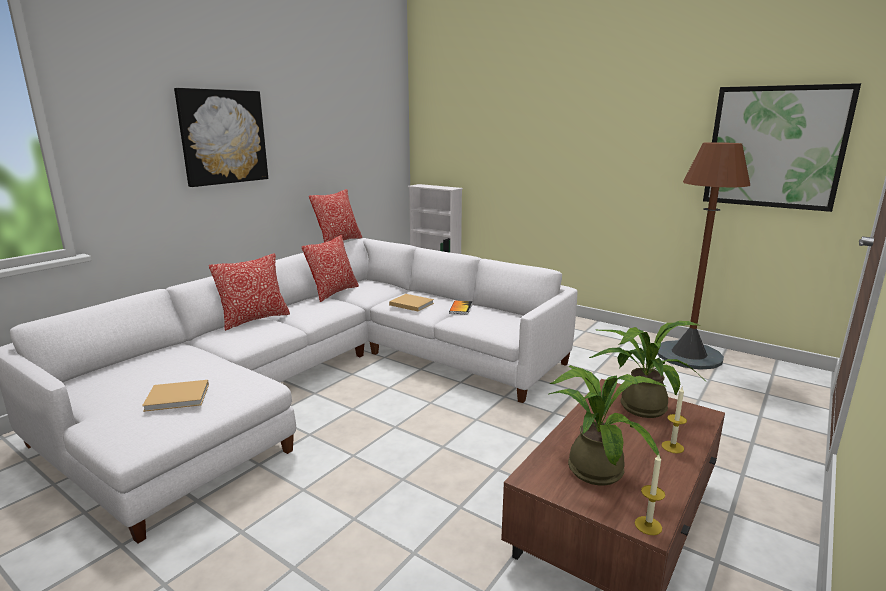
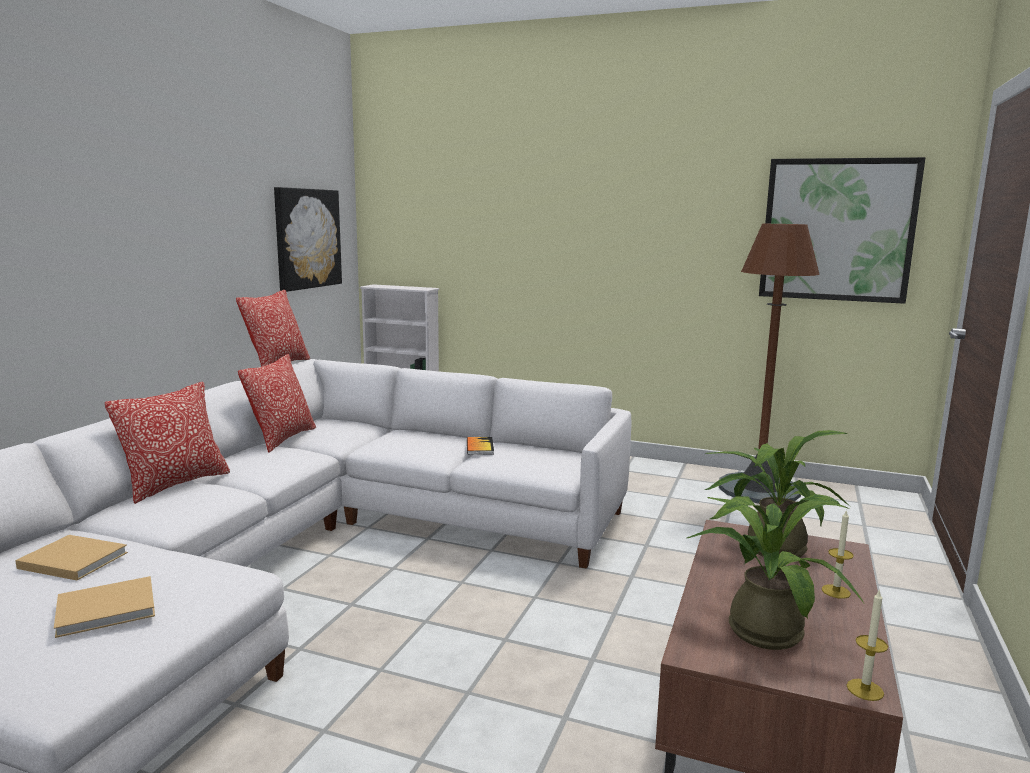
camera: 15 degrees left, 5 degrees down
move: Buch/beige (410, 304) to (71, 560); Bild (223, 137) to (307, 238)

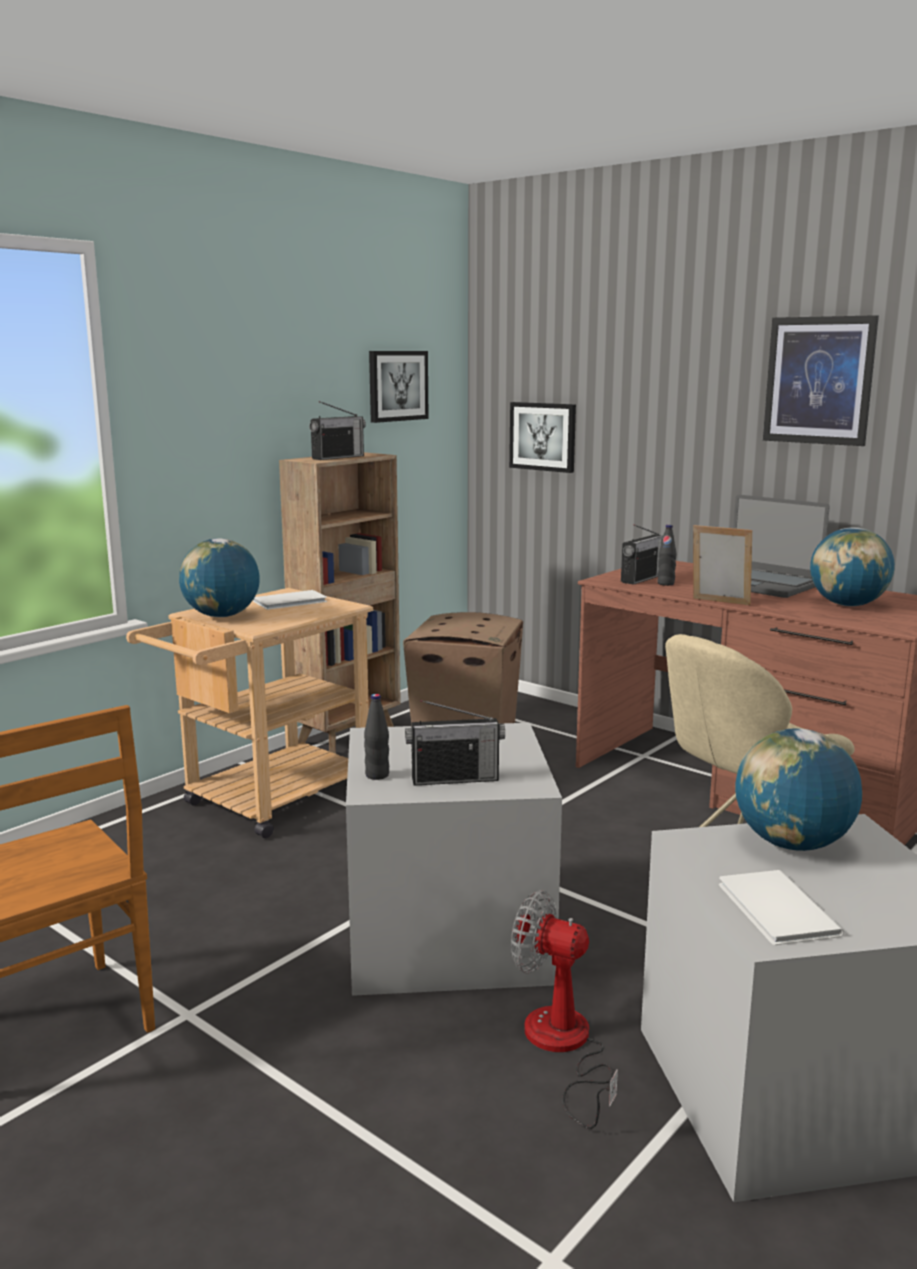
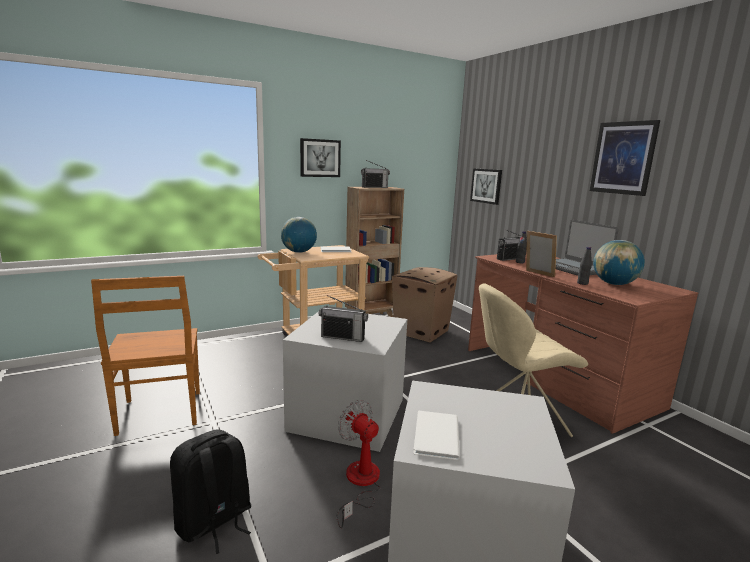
camera: 20 degrees right, 0 degrees up
delete: Globus (792, 843)
insert: Rucksack/schwarz (214, 522)
move: Bild (397, 386) to (320, 158); Flasche/schwarz (377, 775) to (582, 283)

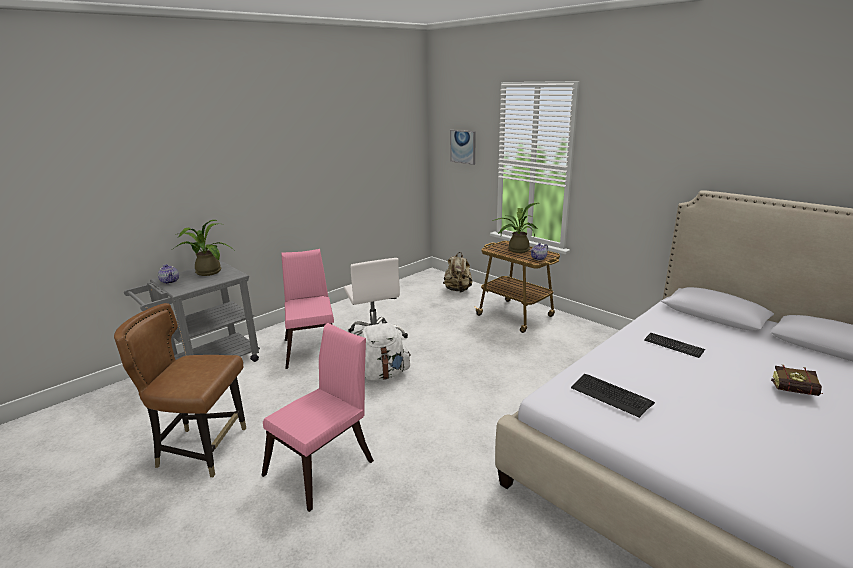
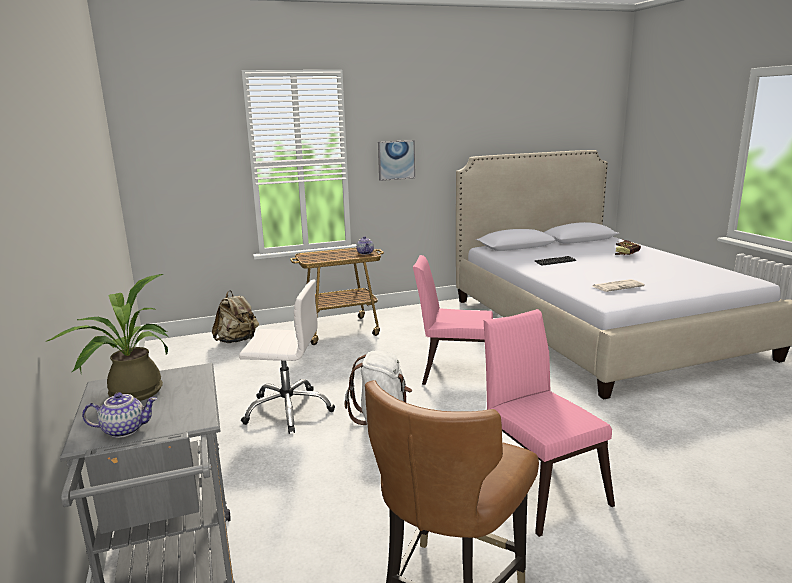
camera: 65 degrees left, 5 degrees down
delete: Topfpflanze (515, 250)
move: Bild (463, 146) to (396, 160); Stuhl/rosa (312, 347) to (455, 373)
replace: Tastatur (611, 395) to Zeitung (617, 286)

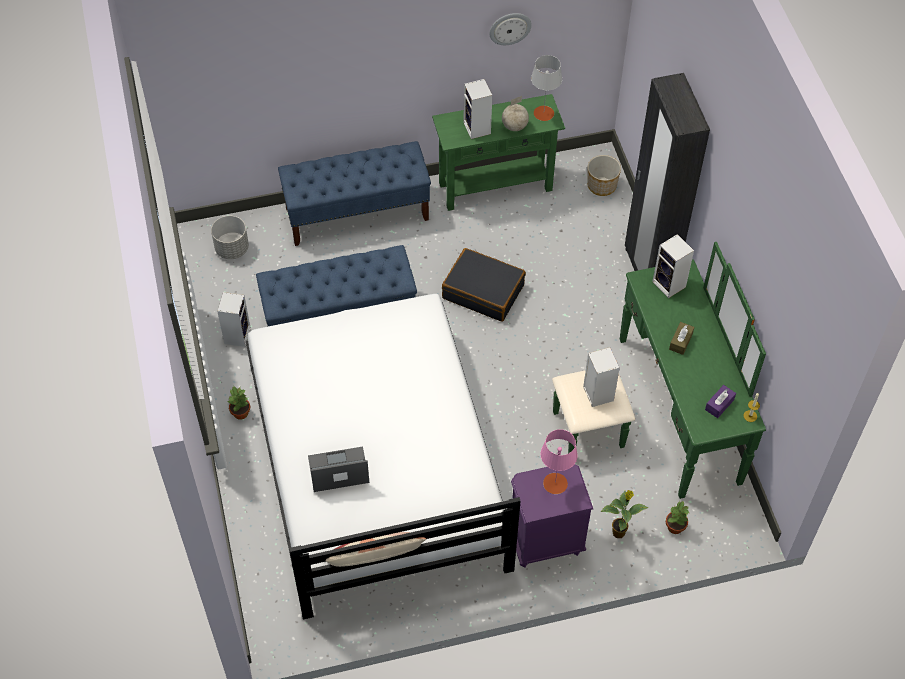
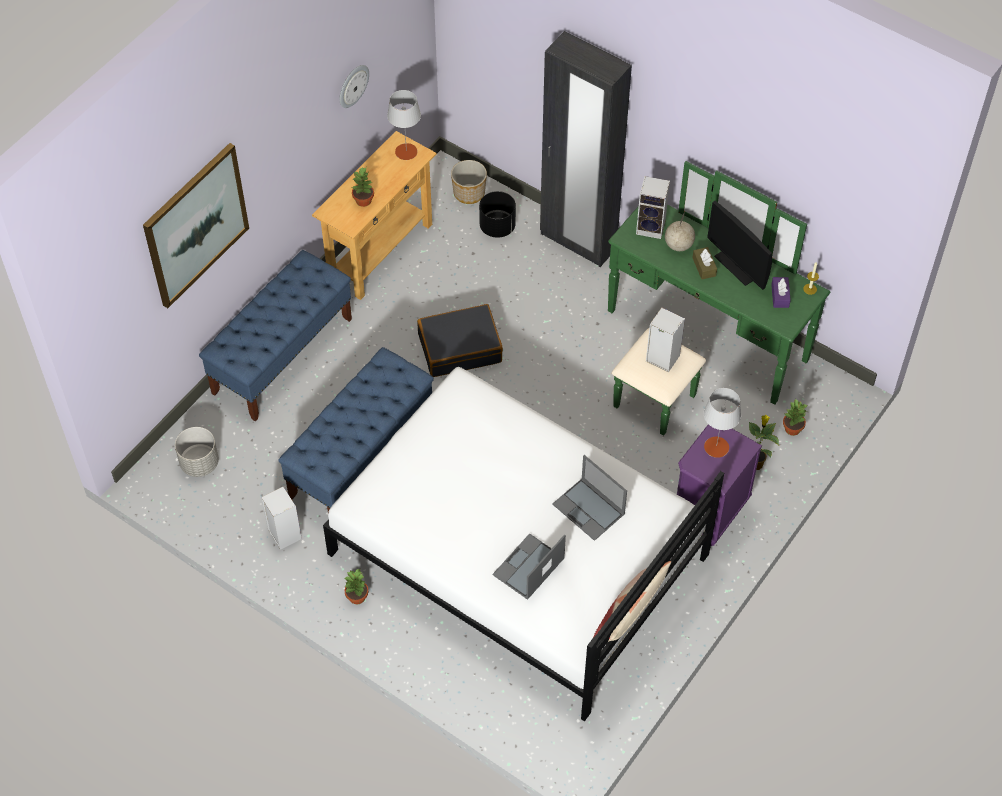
camera: 40 degrees left, 0 degrees up
insert: Bild (195, 225); Pflanzkübel/schwarz (497, 227); Laptop (589, 509); Monitor (737, 265)
move: Globus (515, 126) to (679, 245)
replace: Lautsprecher (478, 129) to Topfpflanze (364, 200)
recolor: Konsolentisch/grün (495, 186) to Konsolentisch/beige (380, 252); Tischlampe/rosa (555, 483) to Tischlampe/grau (716, 447)

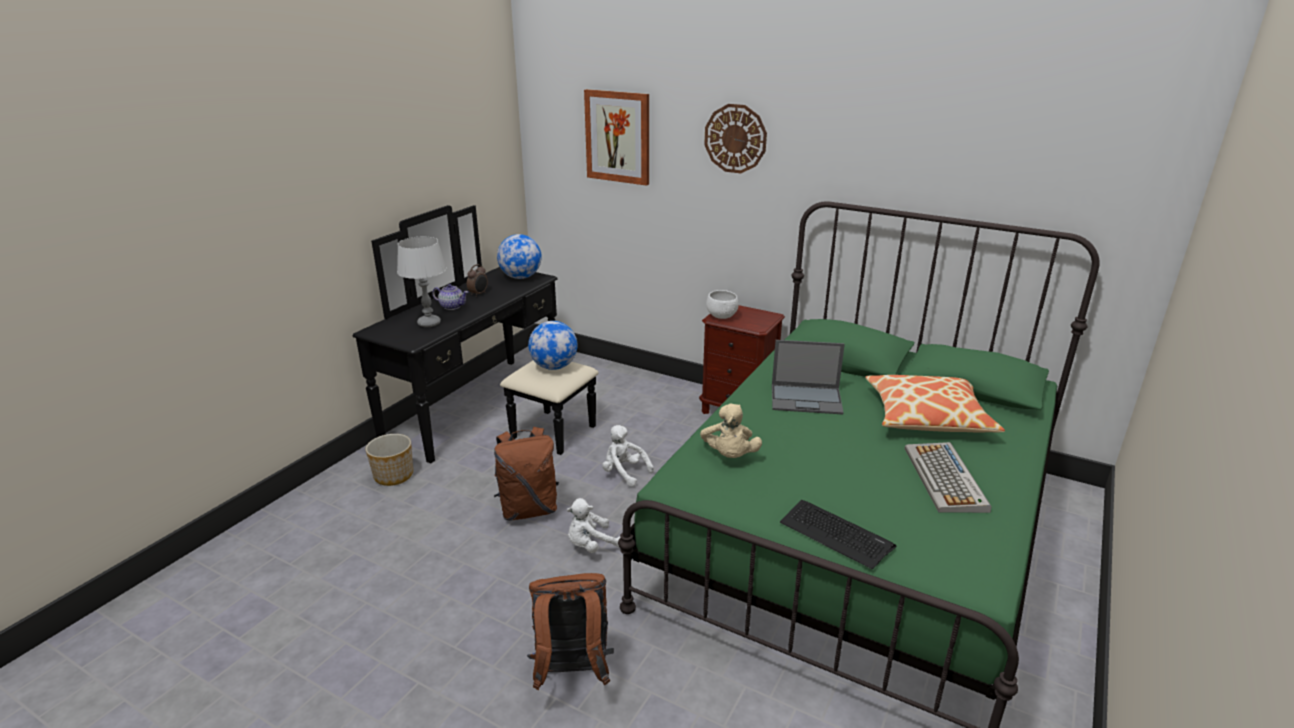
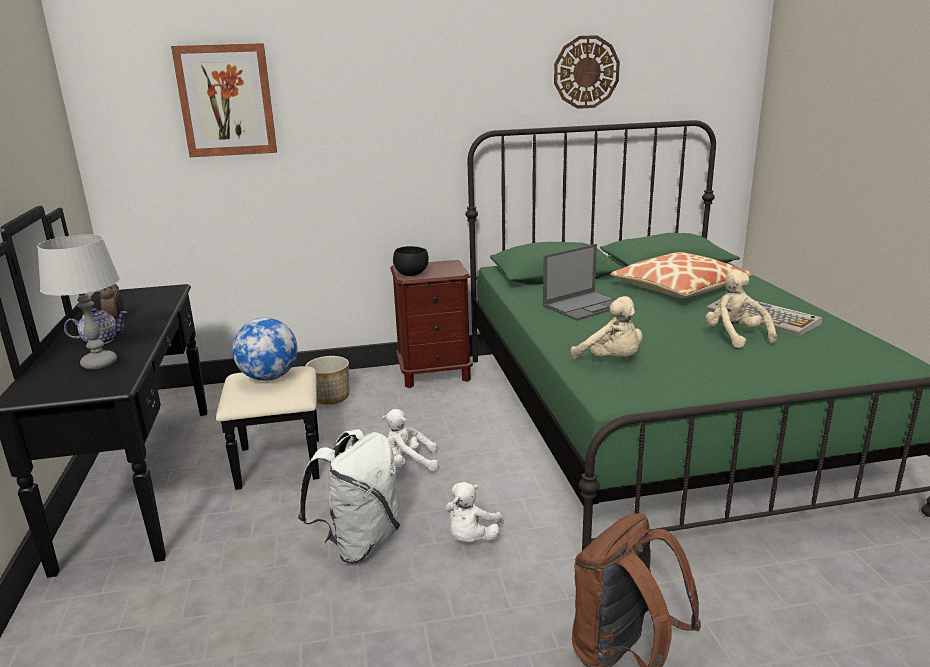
camera: 40 degrees left, 5 degrees down
delete: Globus (520, 277); Tastatur (836, 534)
insert: Plüschtier/beige (735, 336)
move: Pflanzkübel (394, 475) to (330, 396); Wanduhr (735, 138) to (586, 72)
recolor: Rucksack/braun (528, 509) to Rucksack/weiß (359, 542); Schüssel/weiß (722, 317) to Schüssel/schwarz (412, 274)

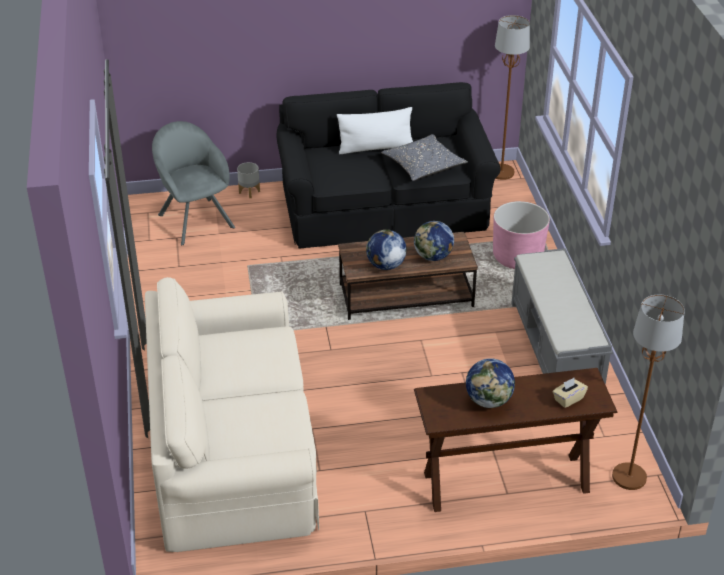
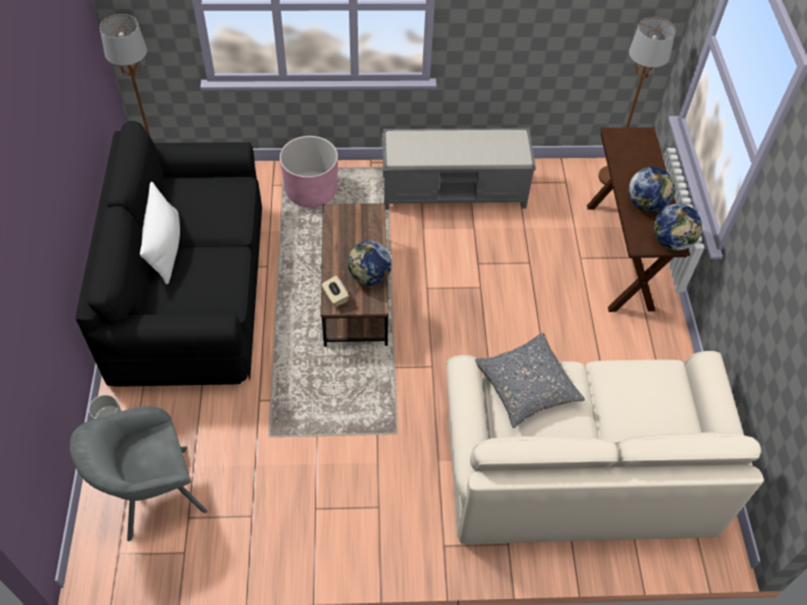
camera: 85 degrees left, 15 degrees up
move: Taschentuchbox/beige (568, 399) to (335, 297); Kissen/grau (423, 166) to (526, 386); Globus (433, 256) to (672, 241)

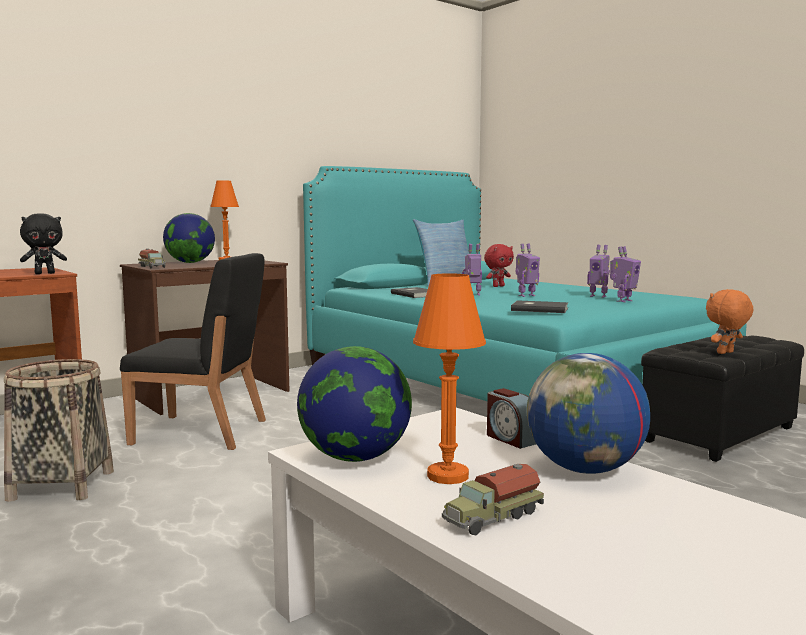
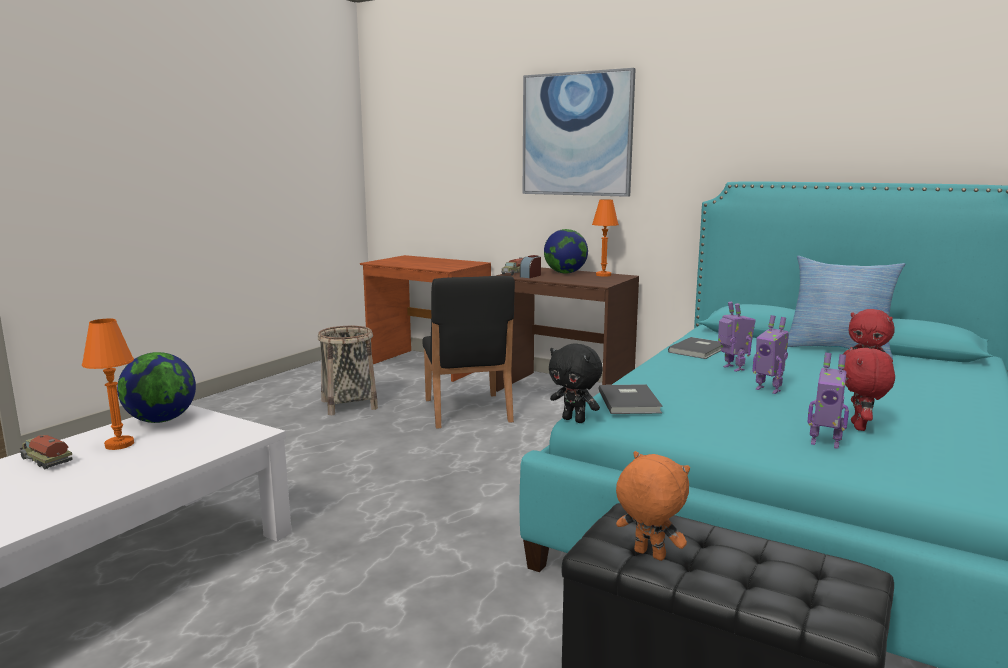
camera: 70 degrees right, 5 degrees up
delete: Globus (585, 469)
insert: Bild (576, 134)
move: Wecker (511, 439) to (530, 276); Plüschtier/schwarz (45, 273) to (574, 420)
replace: Spielzeugroboter (598, 296) to Plüschtier/rot (860, 427)

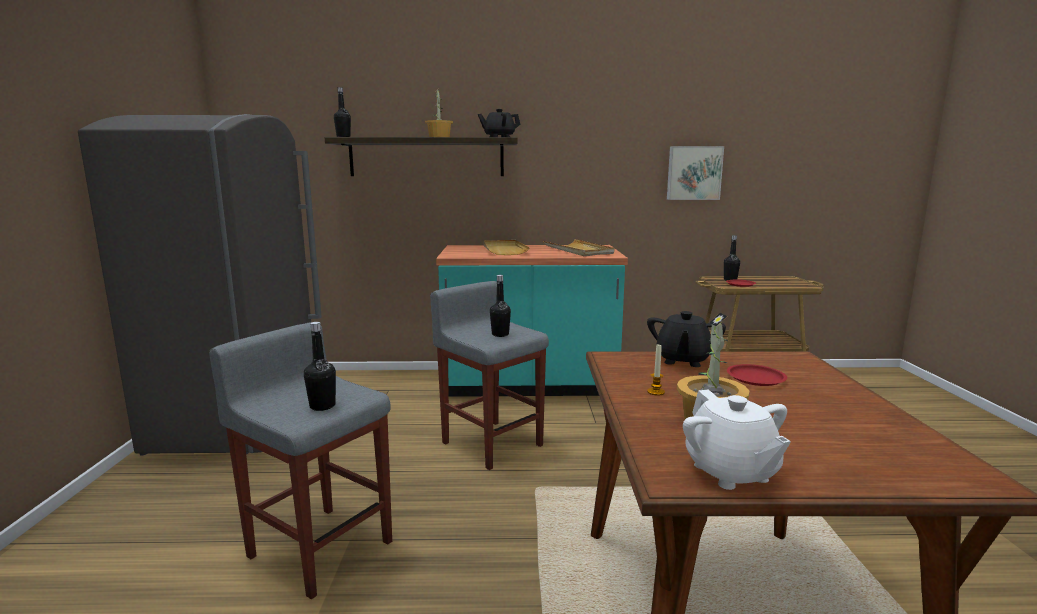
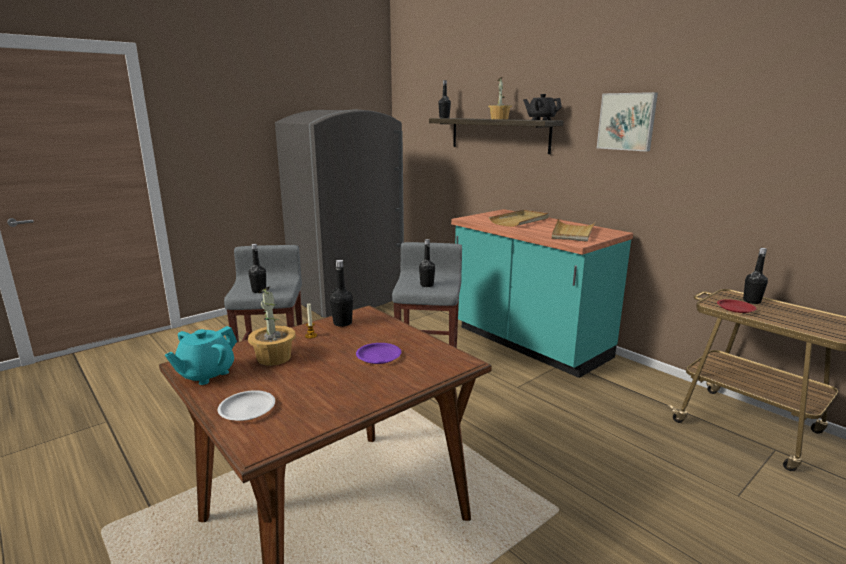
camera: 50 degrees right, 5 degrees up
delete: Teekanne/schwarz (682, 360)
insert: Teller/weiß (247, 409); Flasche/schwarz (342, 323)
move: Bild (694, 173) to (627, 121)
recolor: Teekanne/weiß (730, 472) to Teekanne/türkis (206, 374); Teller/rot (755, 378) to Teller/lila (378, 356)

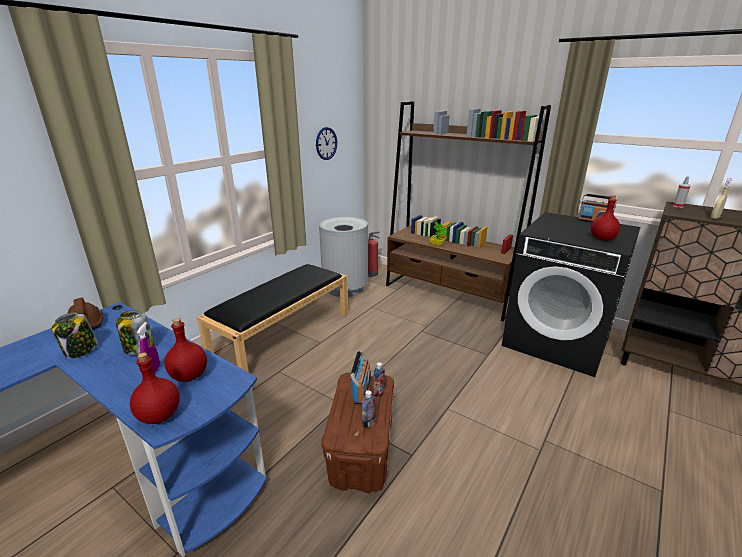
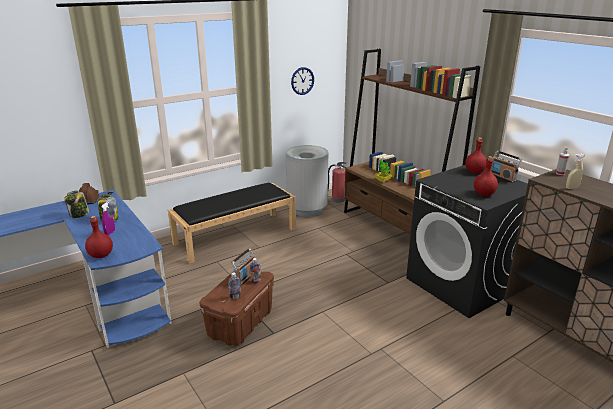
camera: 20 degrees right, 0 degrees up
move: Flasche/rot (189, 376) to (475, 172)

